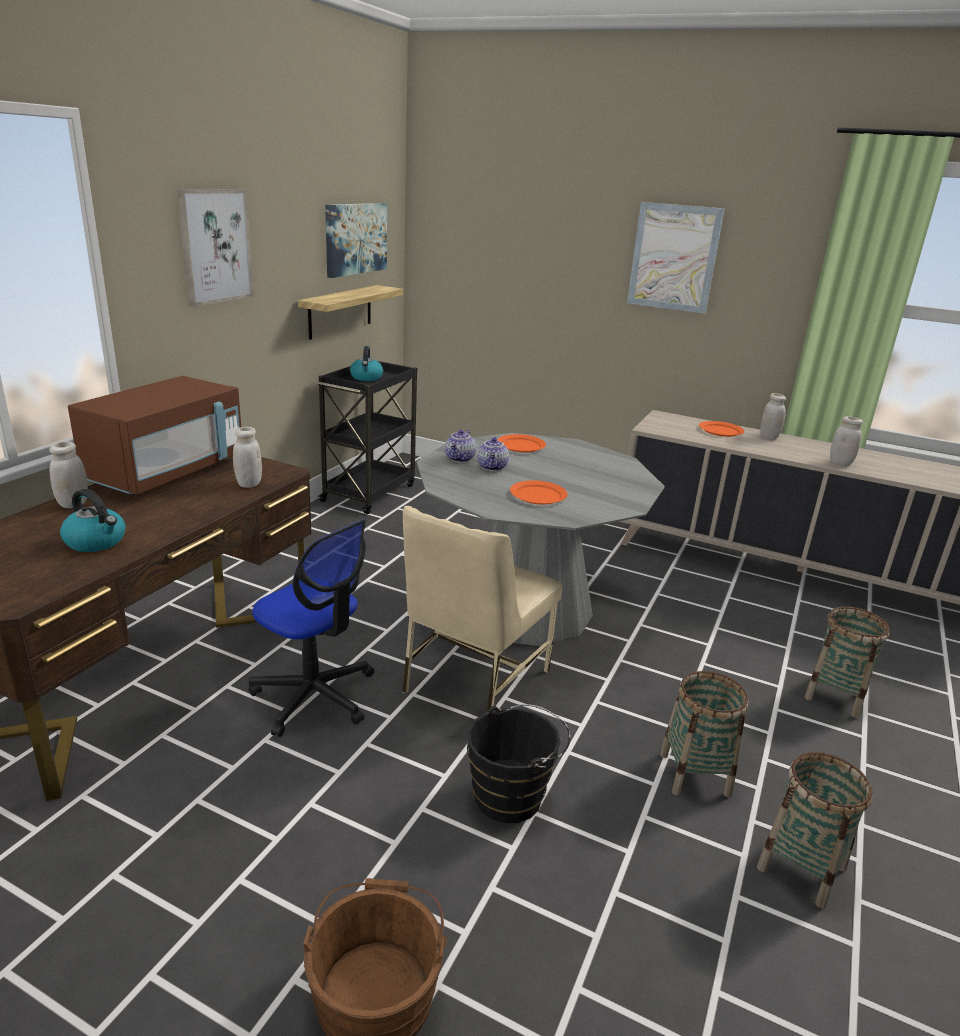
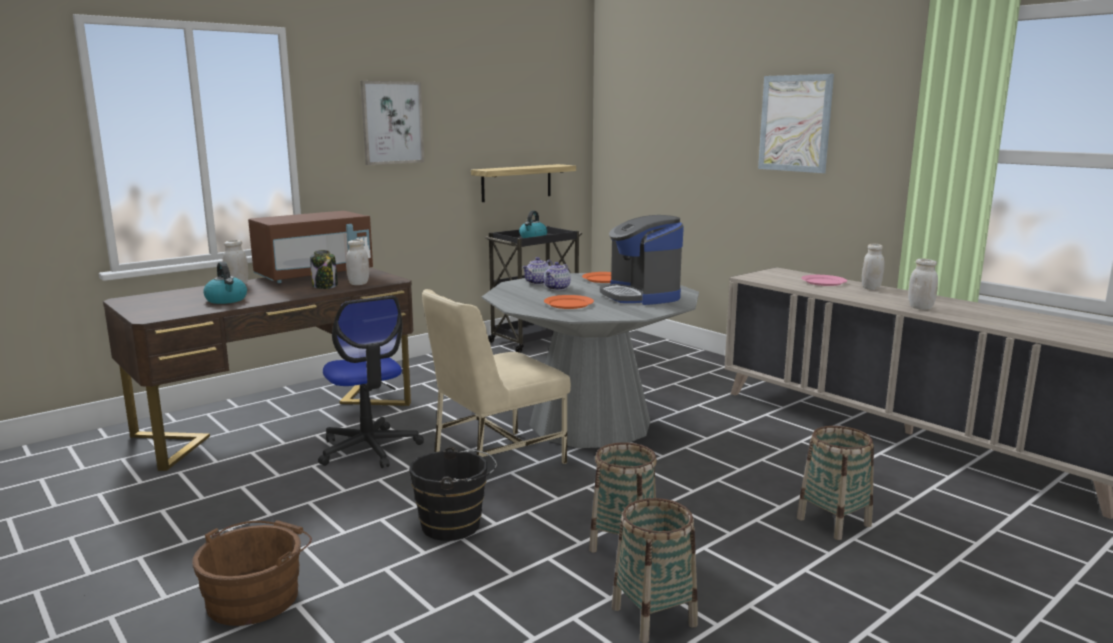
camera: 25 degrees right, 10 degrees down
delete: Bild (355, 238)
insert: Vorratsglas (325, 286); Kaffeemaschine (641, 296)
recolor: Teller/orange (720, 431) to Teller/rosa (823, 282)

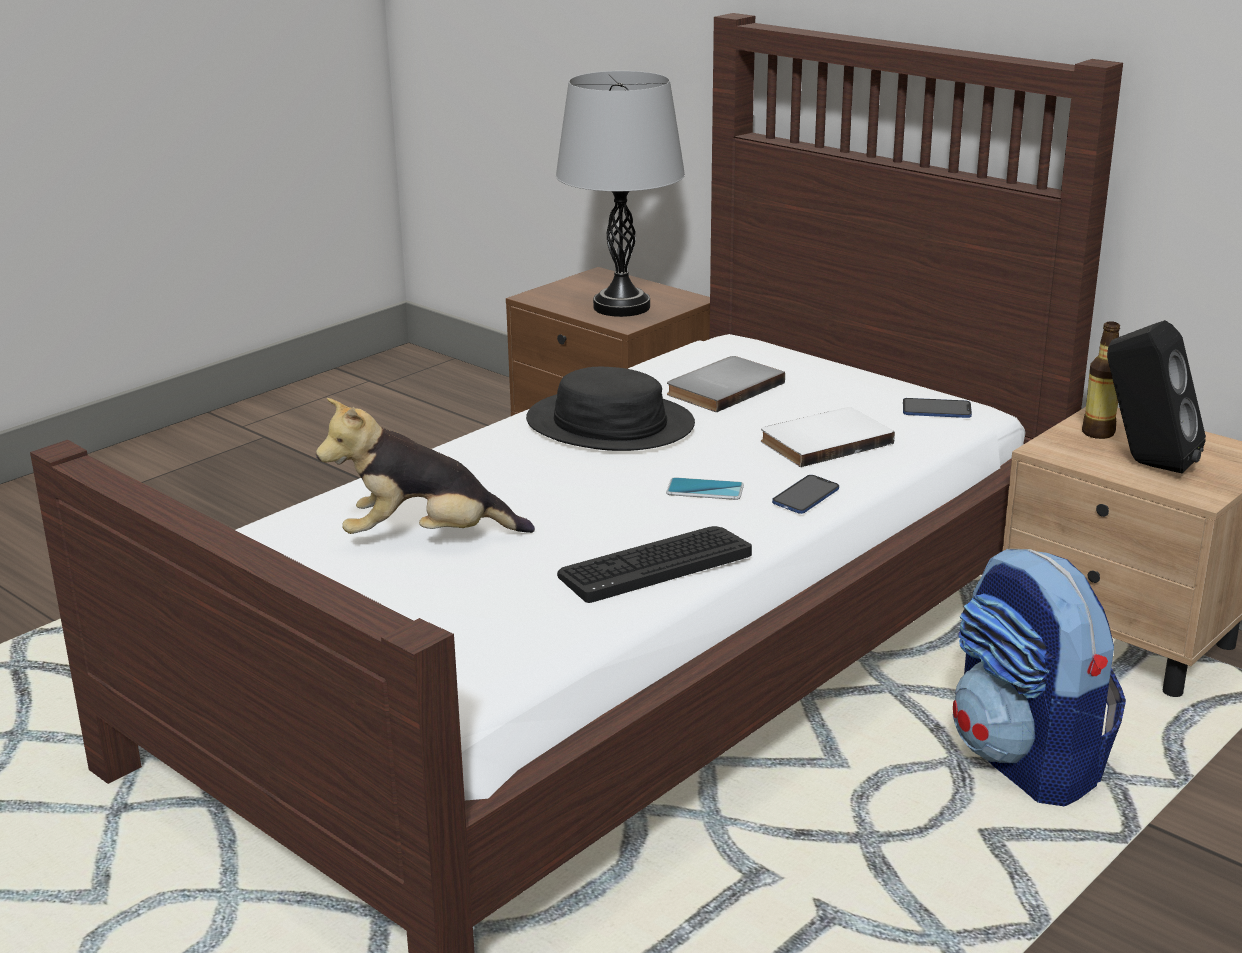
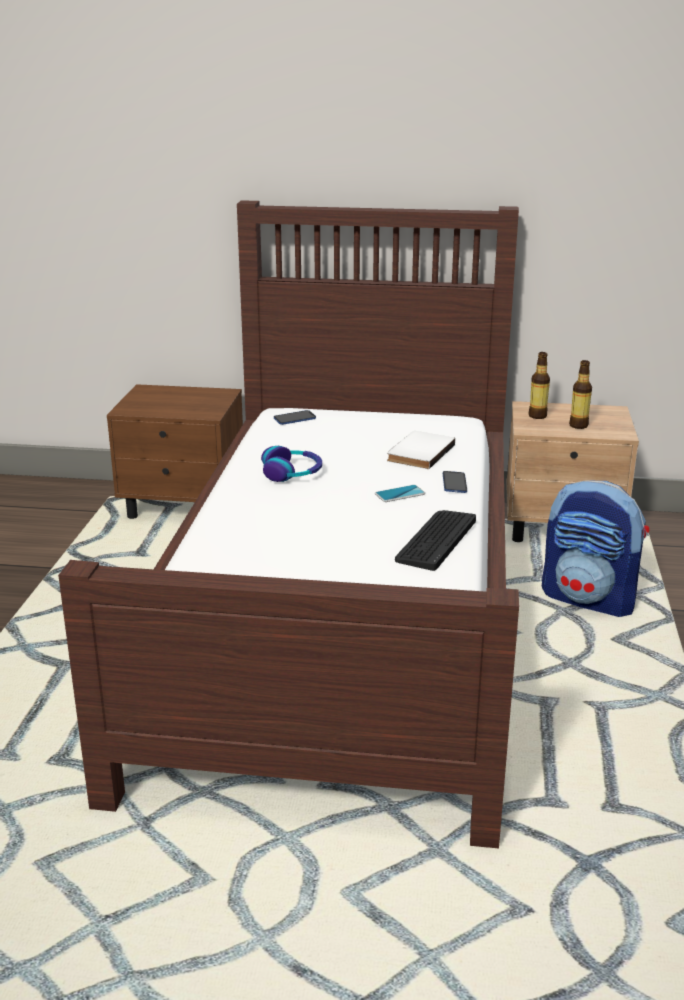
camera: 35 degrees left, 0 degrees up
delete: Plüschtier (425, 538); Tischlampe/grau (621, 307); Buch/grau (722, 388)
move: Handy (936, 410) to (294, 418)
replace: Hut/schwarz (609, 425) to Kopfhörer (292, 473); Lautsprecher/schwarz (1145, 463) to Flasche (578, 425)

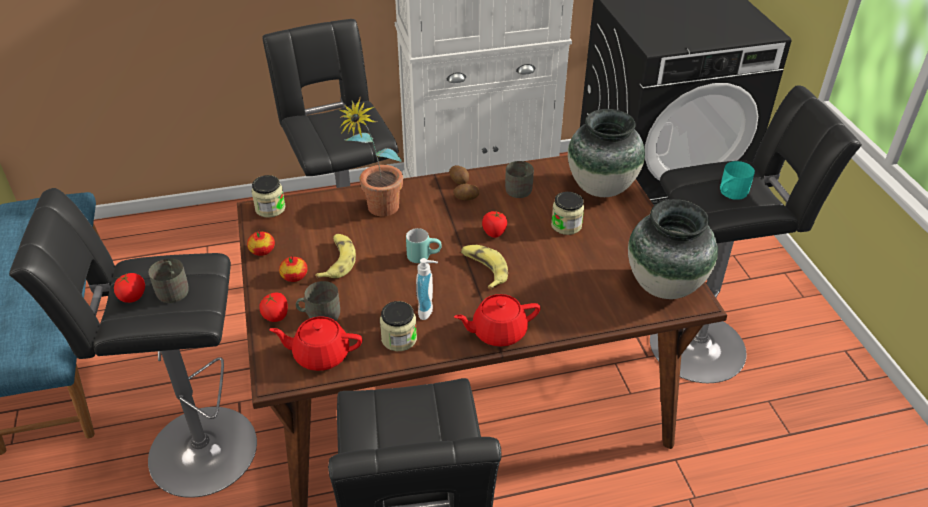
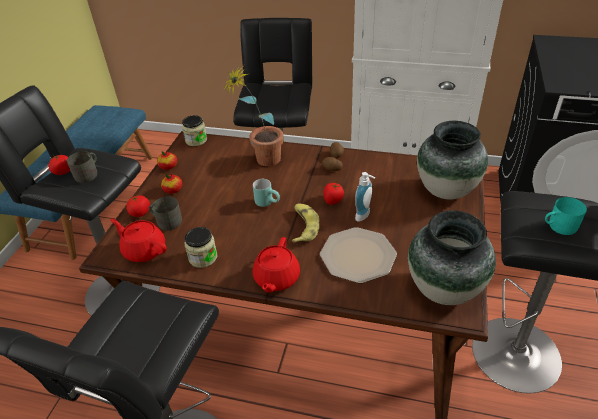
camera: 30 degrees right, 0 degrees up
delete: Banane (337, 261); Henkelbecher/grau (521, 188); Vorratsglas (566, 225)
insert: Teller (357, 256)
move: Seifenspender (428, 311) to (364, 216)
rotate: Teekanne/rot (498, 332) = (276, 278) 90 degrees counterclockwise

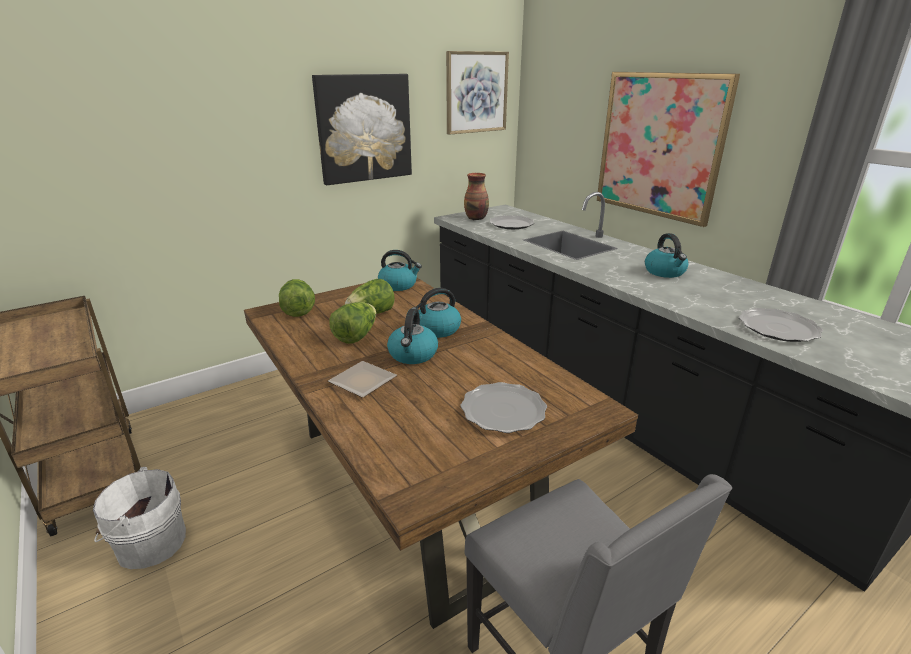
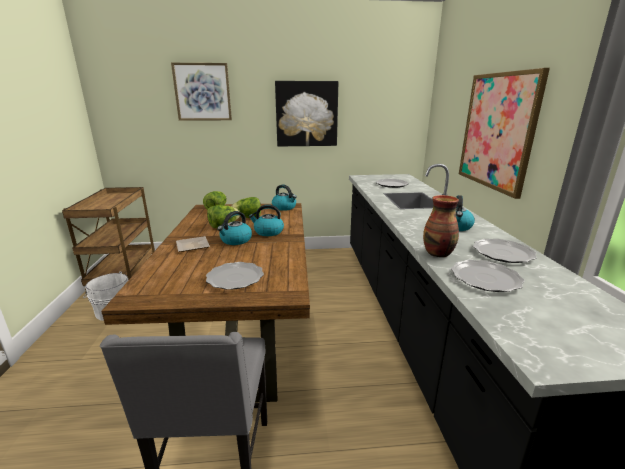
camera: 30 degrees right, 5 degrees down
insert: Teller (503, 253)
move: Bild (476, 92) to (202, 92); Vase (476, 218) to (438, 253)

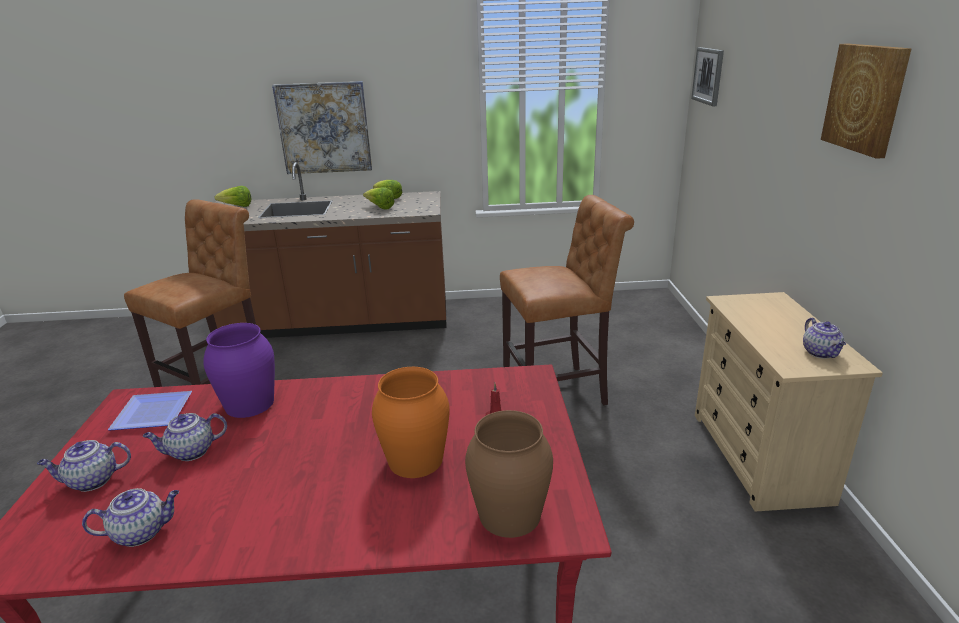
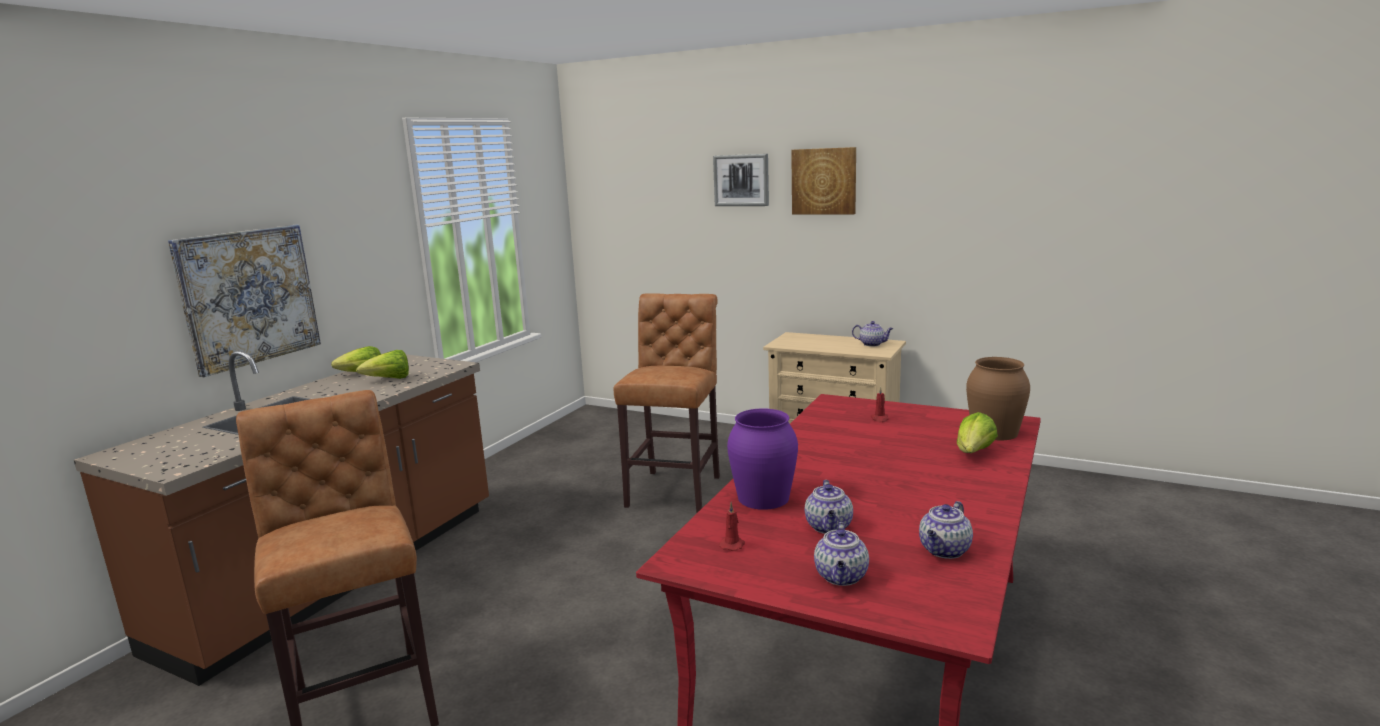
camera: 60 degrees left, 10 degrees down
delete: Vase/orange (416, 459)
move: Bild (708, 76) to (741, 180); Salatkopf (237, 206) to (974, 453)
replace: Teller (154, 414) to Kerze/rot (732, 545)
rotate: Teekanne (142, 532) = (944, 551) 150 degrees counterclockwise

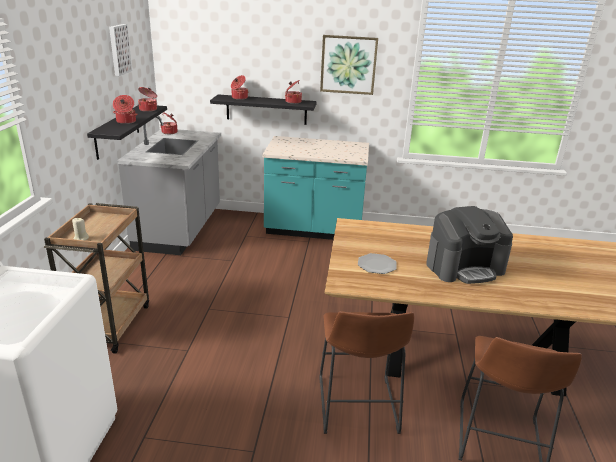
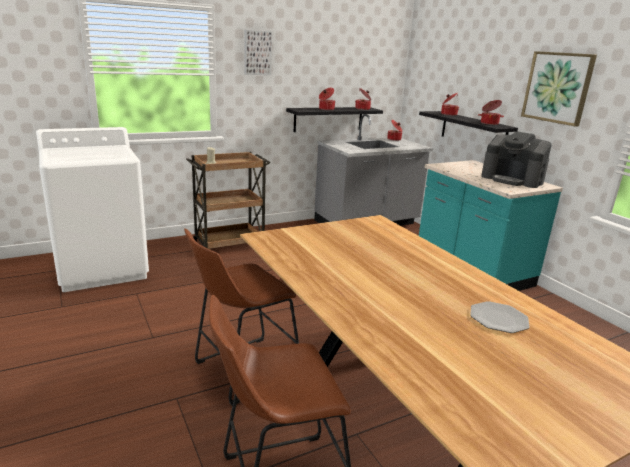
camera: 55 degrees right, 5 degrees down
move: Bild (118, 49) to (257, 52); Teller (376, 265) to (498, 318); Kaffeemaschine (465, 267) to (512, 179)

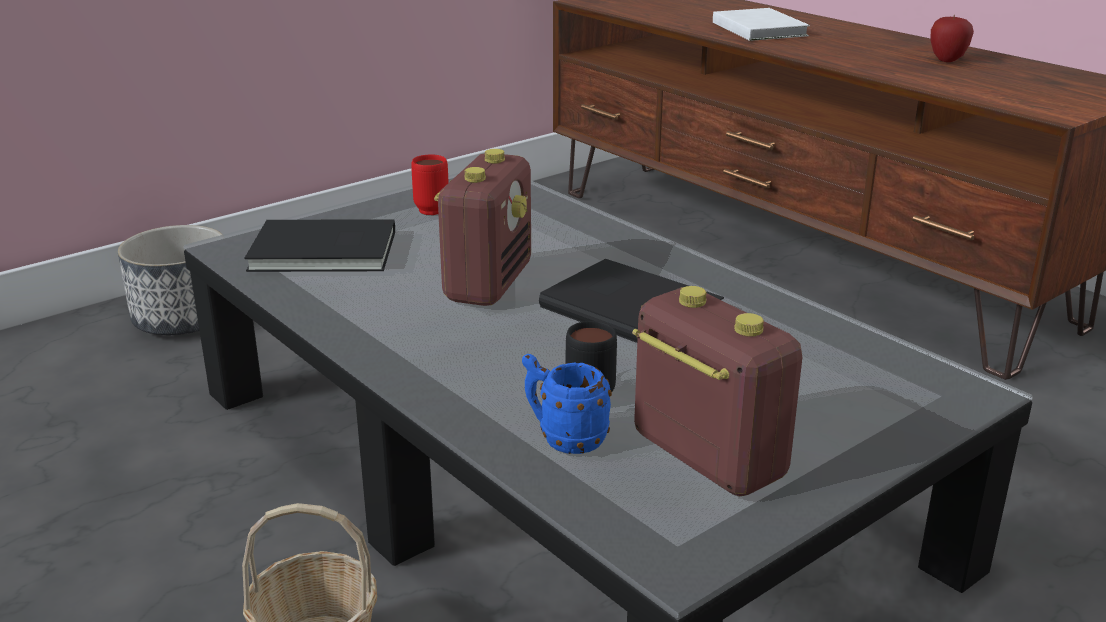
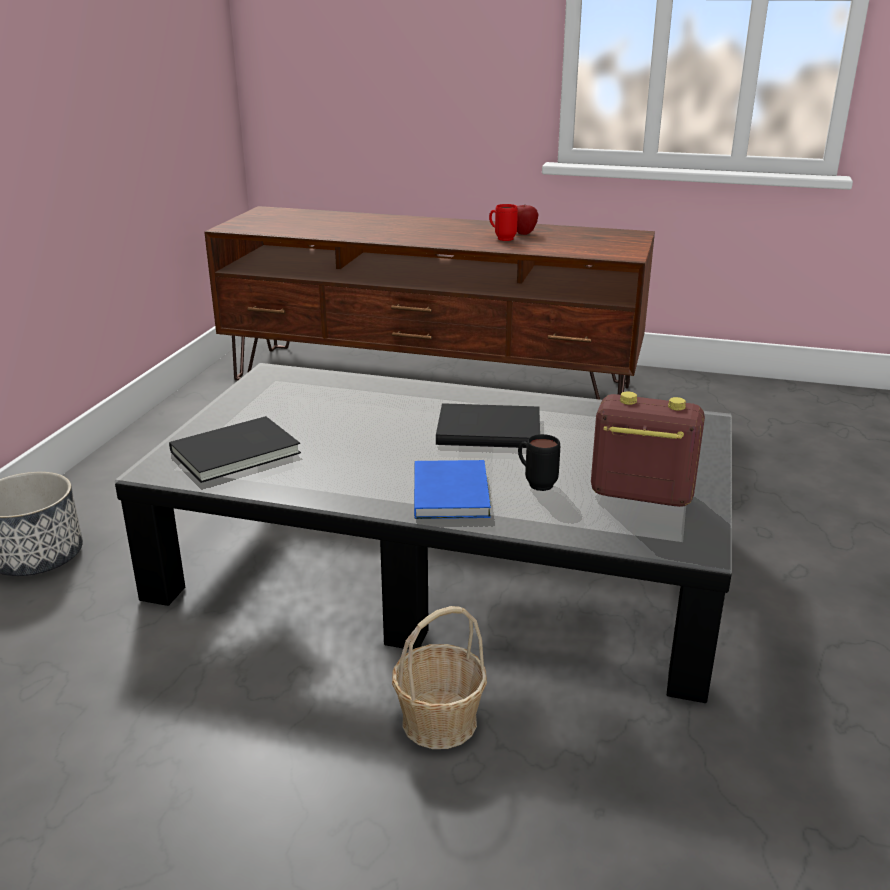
camera: 35 degrees left, 0 degrees up
delete: Radio (488, 283); Henkelbecher/blau (564, 438); Buch/weiß (759, 28)
insert: Buch/blau (452, 492)
move: Henkelbecher/rot (430, 208) to (501, 238)

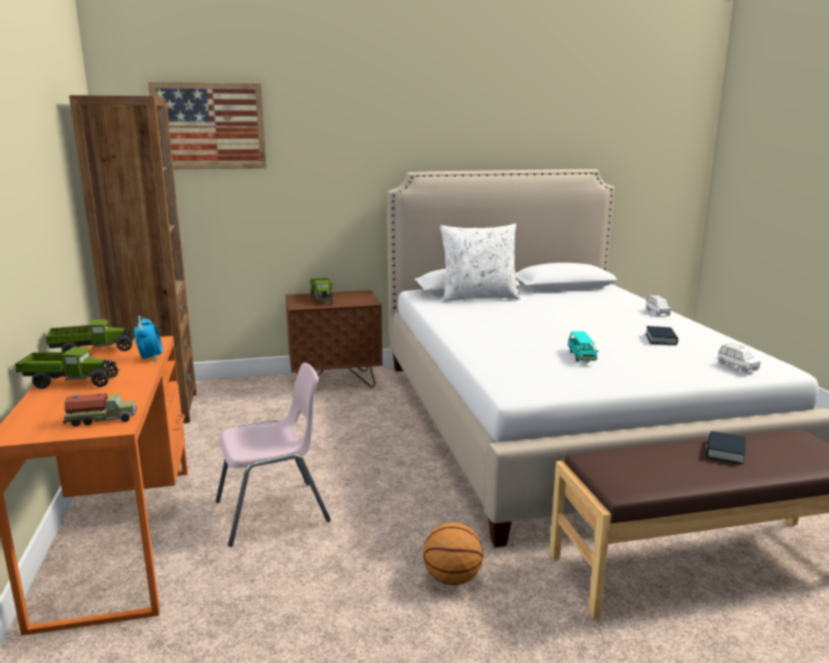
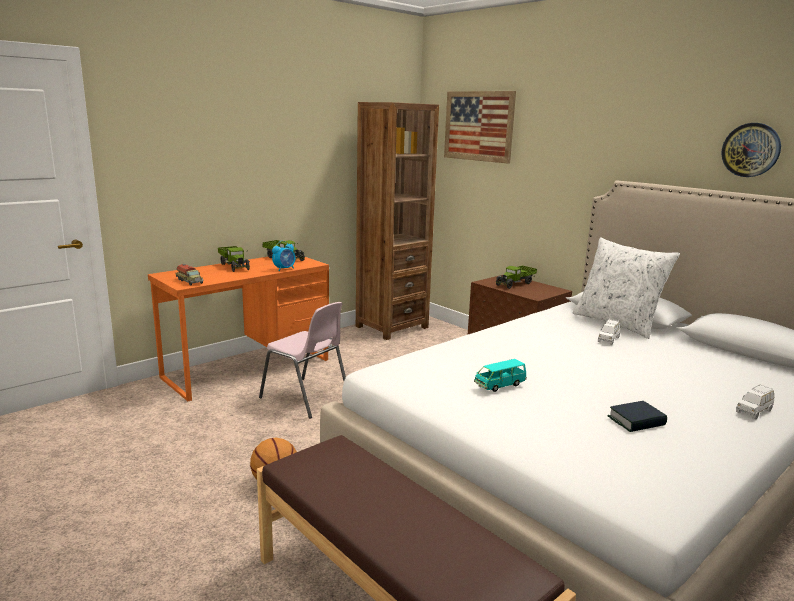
camera: 60 degrees right, 0 degrees up
delete: Buch (725, 452)
insert: Wanduhr (751, 150)
move: Spielzeugauto/weiß (737, 367) to (608, 339)

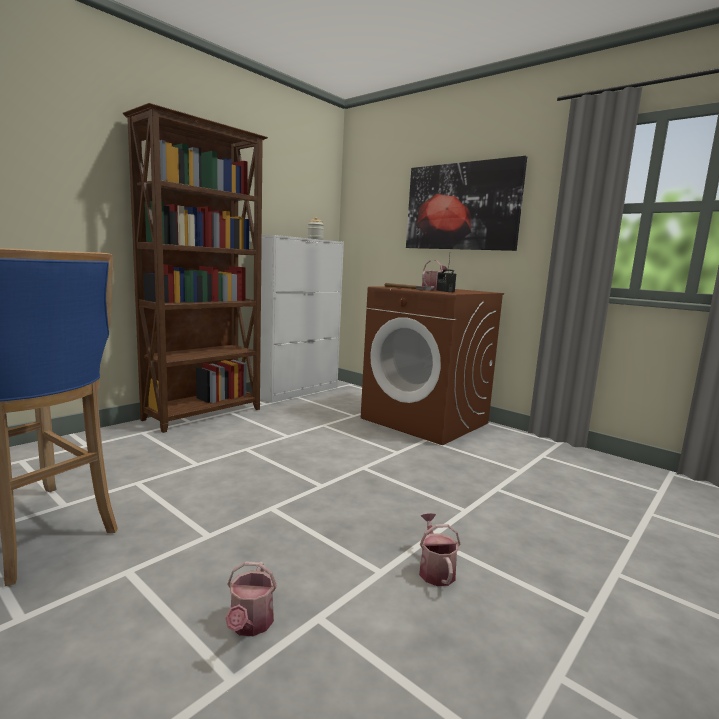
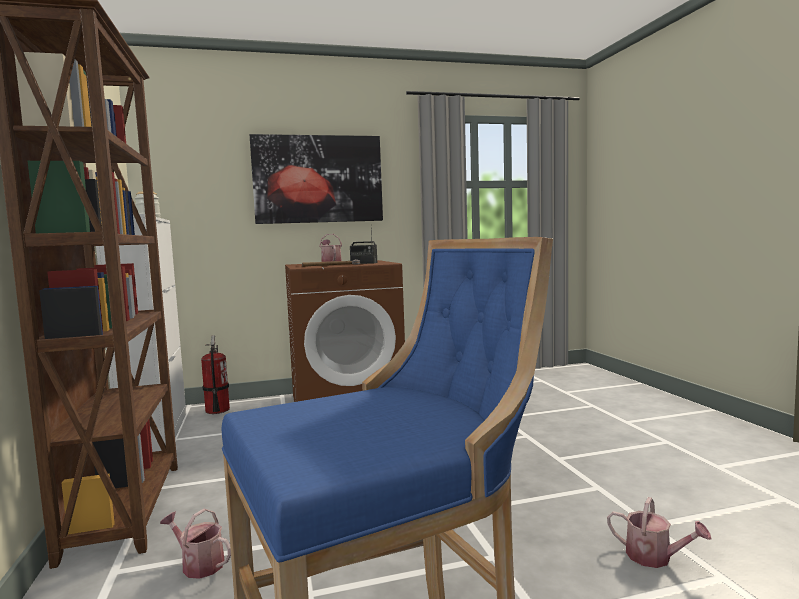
camera: 55 degrees left, 5 degrees down
insert: Feuerlöscher (217, 410)
move: Gießkanne (435, 570) to (199, 564)

